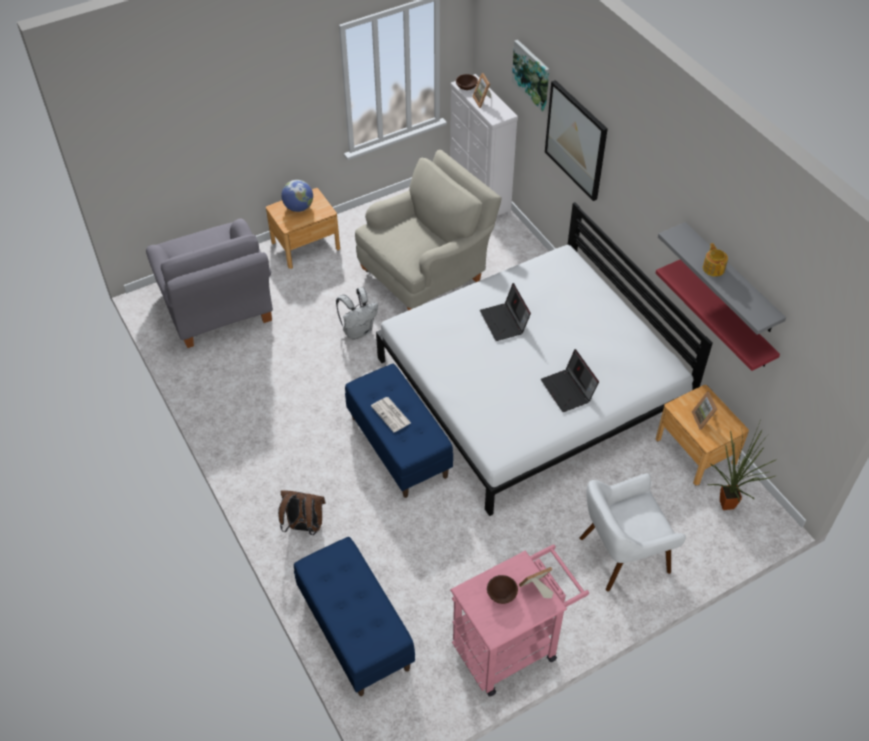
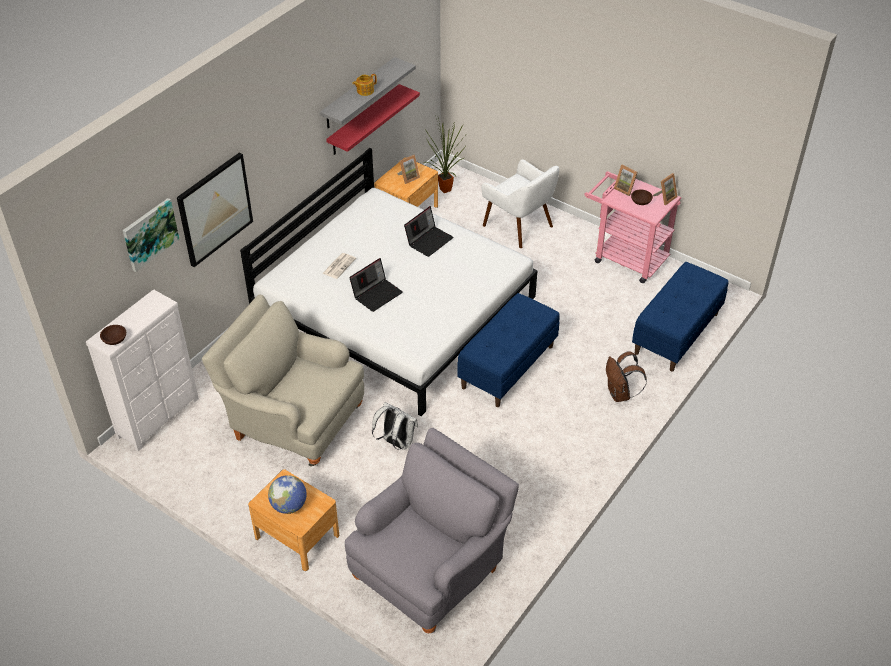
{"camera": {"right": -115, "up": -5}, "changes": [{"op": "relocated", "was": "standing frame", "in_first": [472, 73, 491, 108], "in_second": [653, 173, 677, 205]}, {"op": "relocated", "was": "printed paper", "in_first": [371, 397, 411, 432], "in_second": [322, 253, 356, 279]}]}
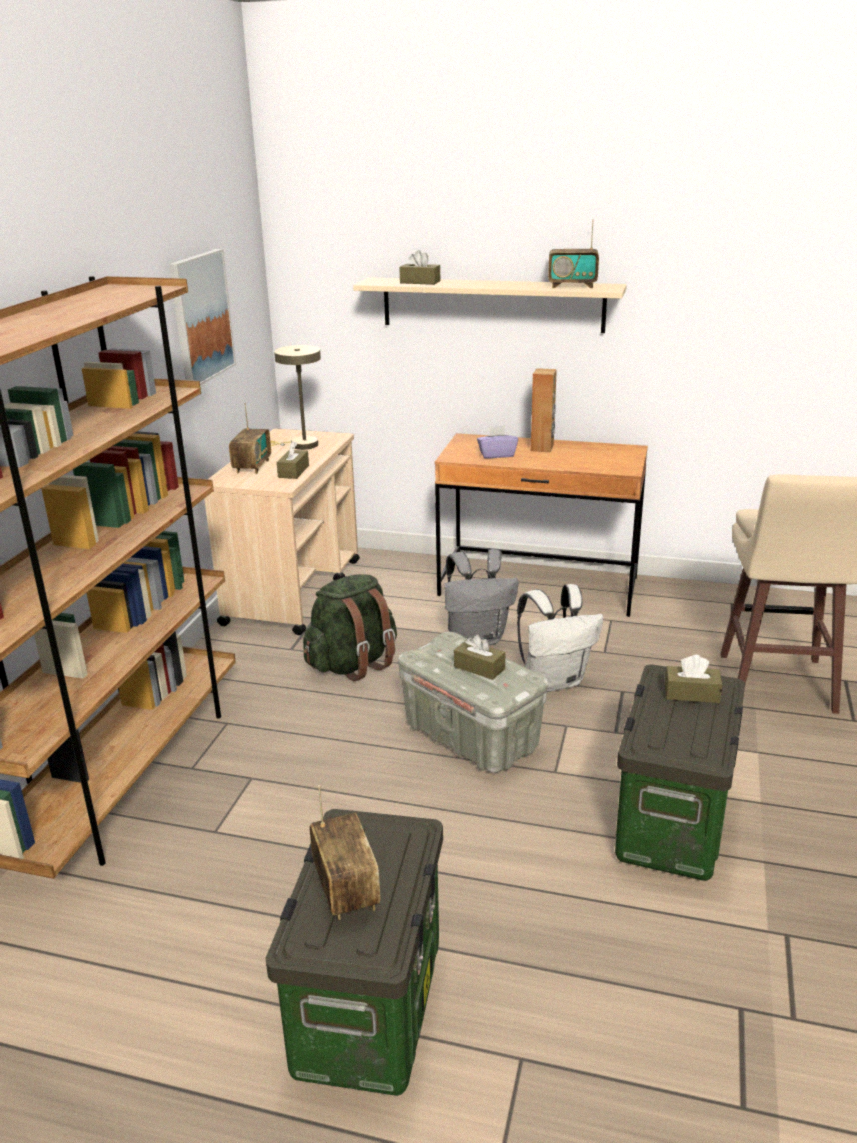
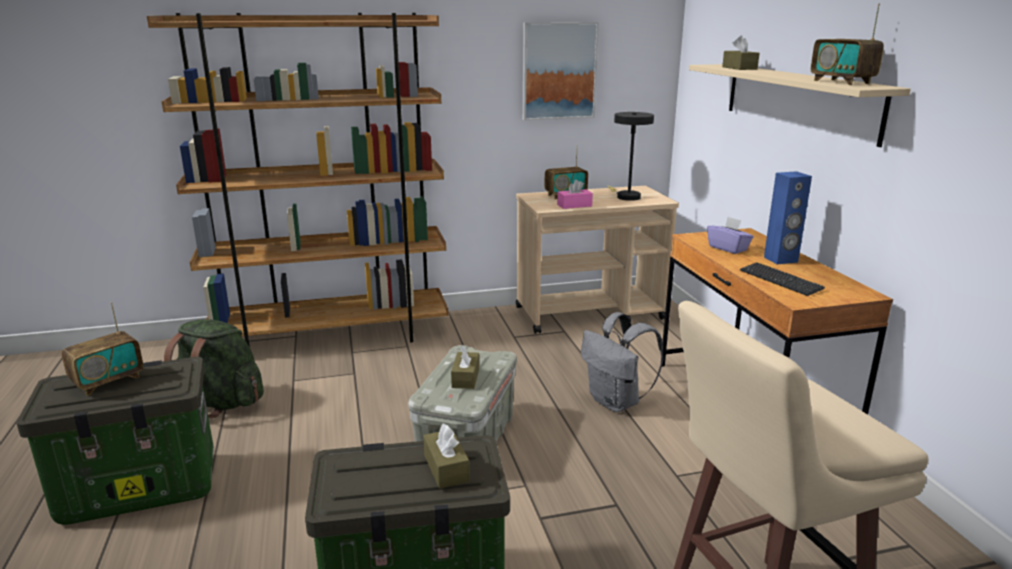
{"camera": {"right": 60, "up": -5}, "changes": [{"op": "colour", "was": "beige-coloured lamp for a table", "now": "blackish lamp for a table", "in_first": [270, 345, 321, 450], "in_second": [608, 112, 654, 201]}, {"op": "colour", "was": "brown speaker", "now": "bluish speaker", "in_first": [531, 368, 557, 452], "in_second": [764, 171, 812, 264]}, {"op": "colour", "was": "brown tissue box", "now": "pinkish tissue box", "in_first": [277, 441, 309, 479], "in_second": [557, 179, 593, 209]}, {"op": "relocated", "was": "green backpack", "in_first": [303, 574, 397, 681], "in_second": [164, 319, 264, 419]}, {"op": "missing", "was": "white backpack", "in_first": [517, 584, 603, 692]}, {"op": "appeared", "now": "PC keyboard", "in_second": [740, 262, 825, 296]}]}
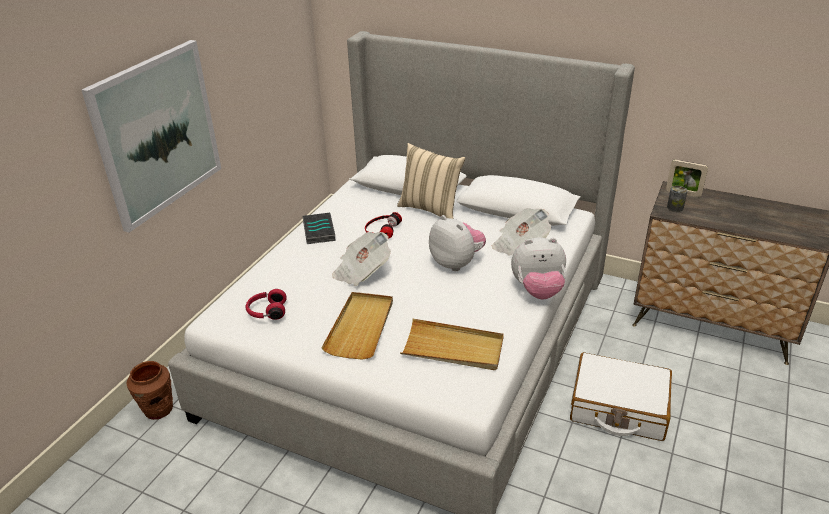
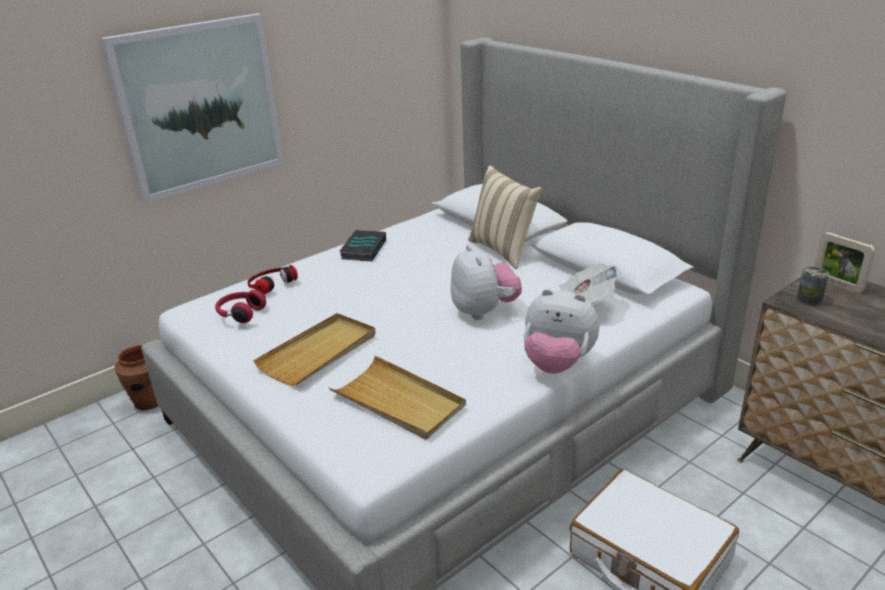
{"camera": {"right": 25, "up": -5}, "changes": [{"op": "relocated", "was": "headset", "in_first": [365, 212, 402, 239], "in_second": [248, 265, 298, 295]}, {"op": "missing", "was": "printed paper", "in_first": [332, 232, 391, 286]}]}
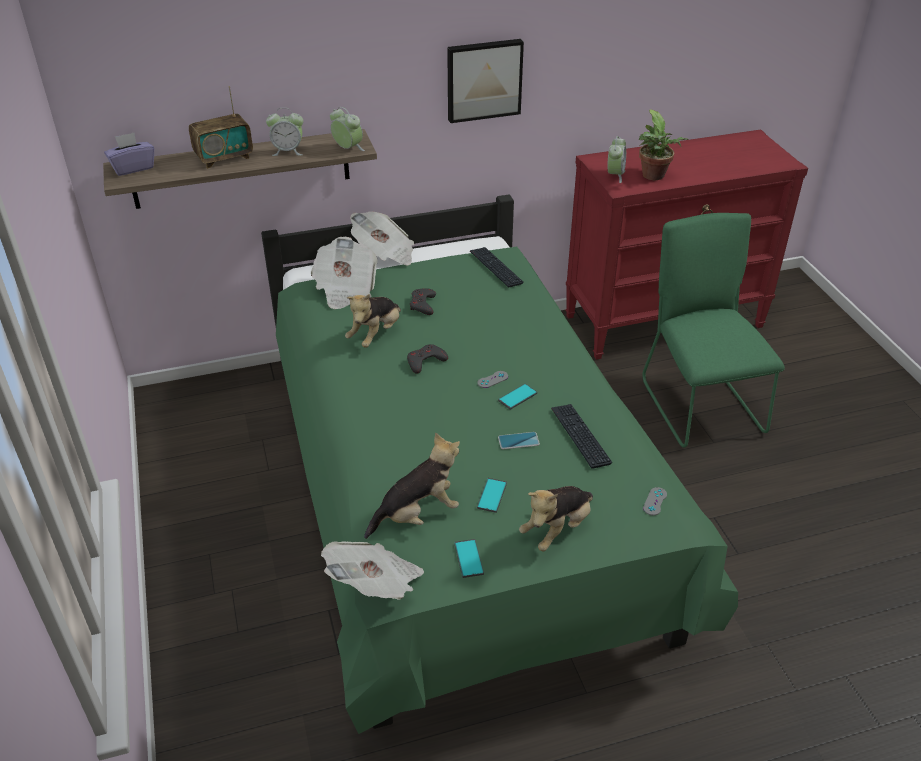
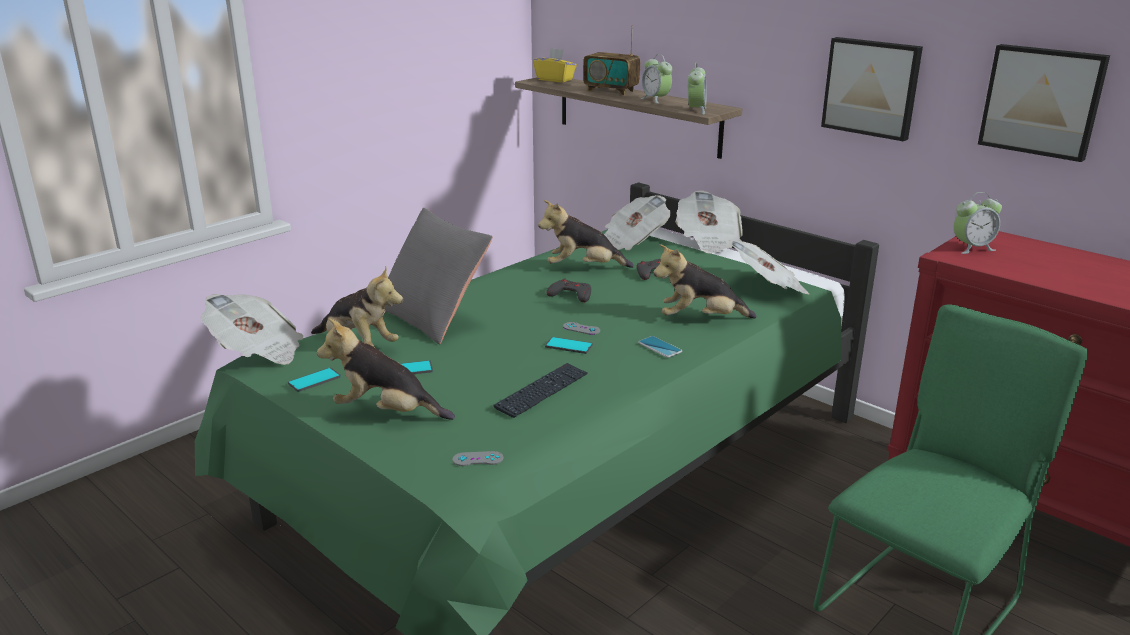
{"camera": {"right": 60, "up": -15}, "changes": [{"op": "missing", "was": "potted plant", "in_first": [638, 109, 688, 180]}, {"op": "colour", "was": "purplish tissue box", "now": "yellow-coloured tissue box", "in_first": [104, 133, 154, 176], "in_second": [533, 48, 577, 82]}, {"op": "exchanged", "was": "PC keyboard", "now": "printed paper", "in_first": [470, 247, 524, 287], "in_second": [729, 240, 809, 294]}, {"op": "relocated", "was": "telephone", "in_first": [498, 432, 540, 449], "in_second": [638, 336, 682, 358]}, {"op": "appeared", "now": "picture", "in_second": [978, 44, 1110, 162]}, {"op": "appeared", "now": "gray cushion", "in_second": [385, 208, 493, 344]}, {"op": "appeared", "now": "soft toy", "in_second": [653, 244, 757, 319]}]}
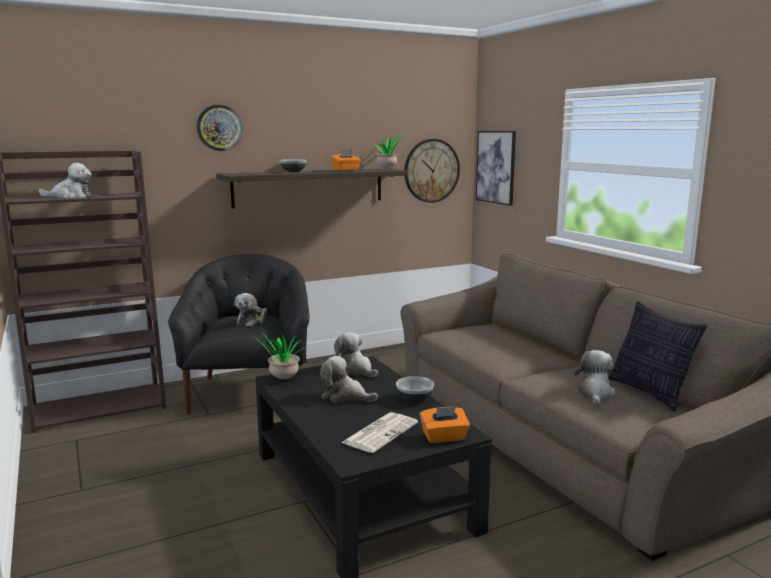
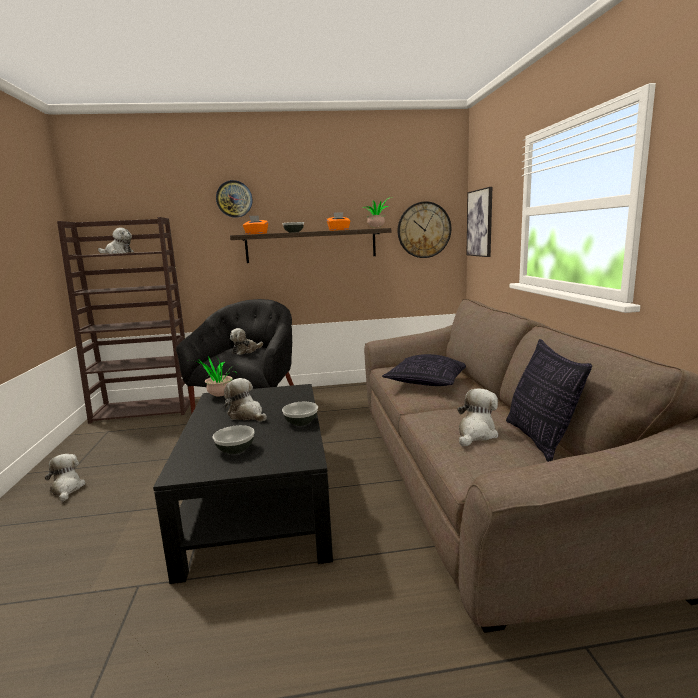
{"camera": {"right": 20, "up": 0}, "changes": [{"op": "relocated", "was": "soft toy", "in_first": [334, 332, 378, 377], "in_second": [45, 454, 86, 502]}, {"op": "relocated", "was": "orange tissue box", "in_first": [420, 407, 470, 443], "in_second": [243, 215, 268, 234]}, {"op": "exchanged", "was": "printed paper", "now": "deep dish", "in_first": [341, 412, 418, 453], "in_second": [213, 425, 255, 454]}, {"op": "appeared", "now": "cushion", "in_second": [382, 354, 466, 386]}]}
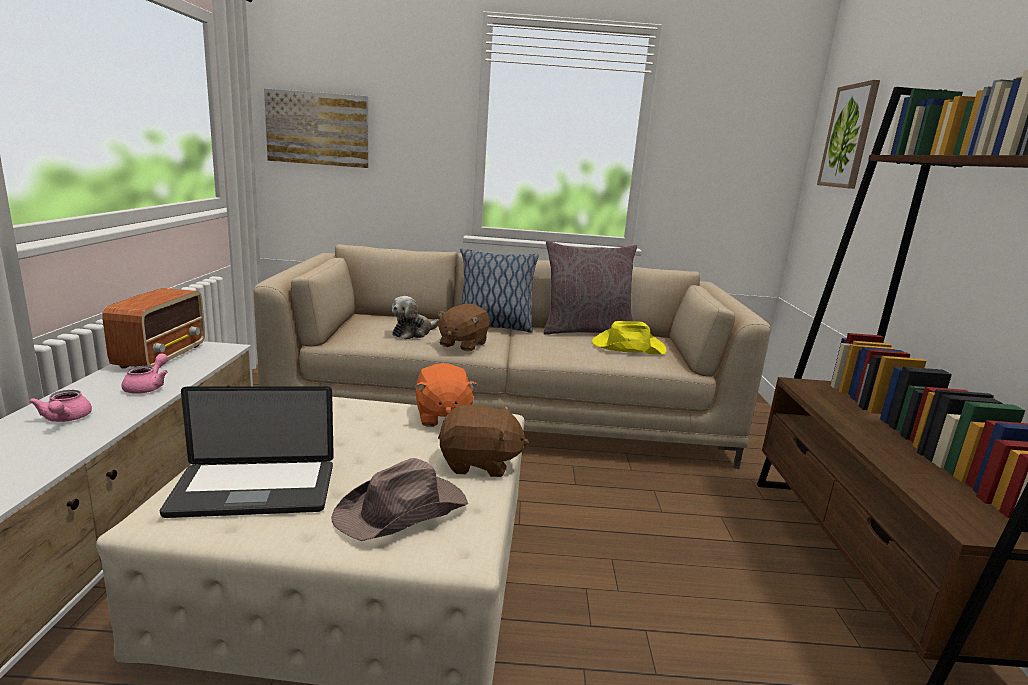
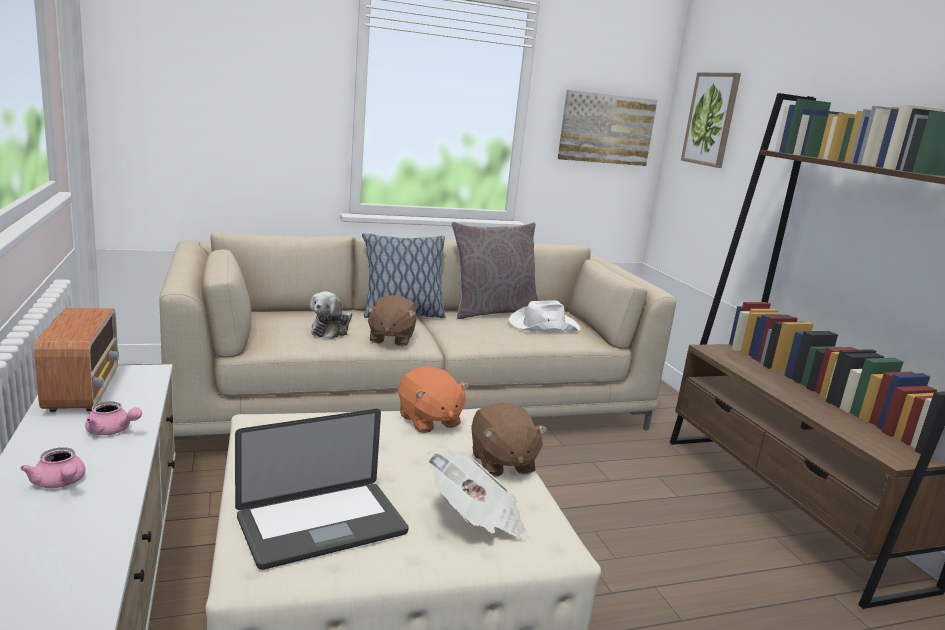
{"camera": {"right": -20, "up": 0}, "changes": [{"op": "relocated", "was": "picture", "in_first": [264, 88, 368, 168], "in_second": [558, 90, 657, 166]}, {"op": "colour", "was": "yellow-coloured hat", "now": "white hat", "in_first": [592, 321, 666, 354], "in_second": [508, 300, 580, 332]}, {"op": "spun", "was": "pinkish pot for tea", "in_first": [122, 353, 168, 394], "in_second": [85, 401, 142, 435], "clockwise": 120}, {"op": "spun", "was": "brown soft toy", "in_first": [438, 405, 529, 477], "in_second": [471, 402, 548, 477], "clockwise": 90}, {"op": "exchanged", "was": "brown hat", "now": "printed paper", "in_first": [331, 458, 468, 541], "in_second": [427, 450, 529, 539]}]}
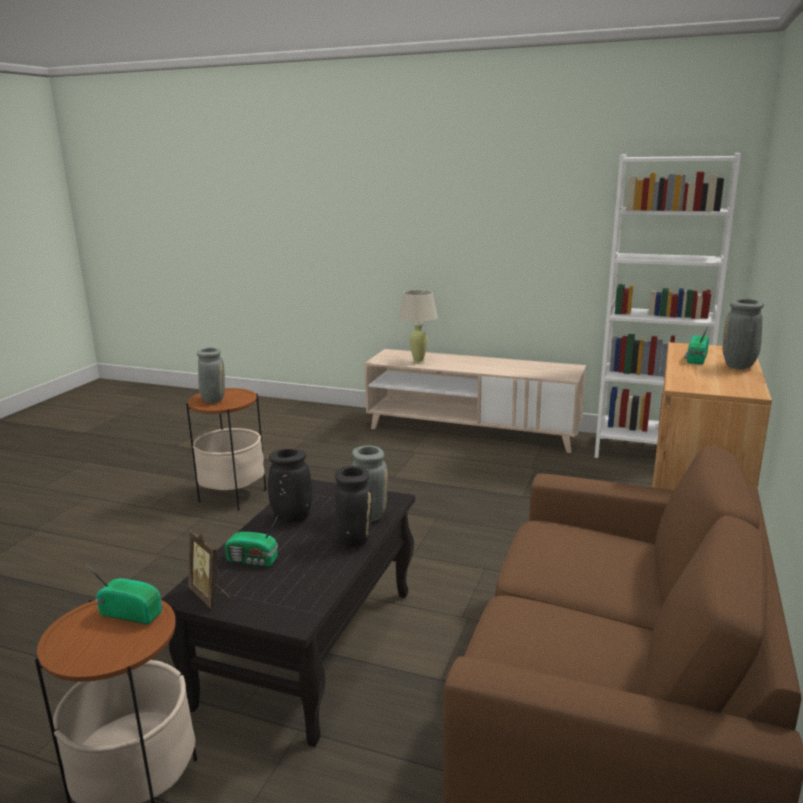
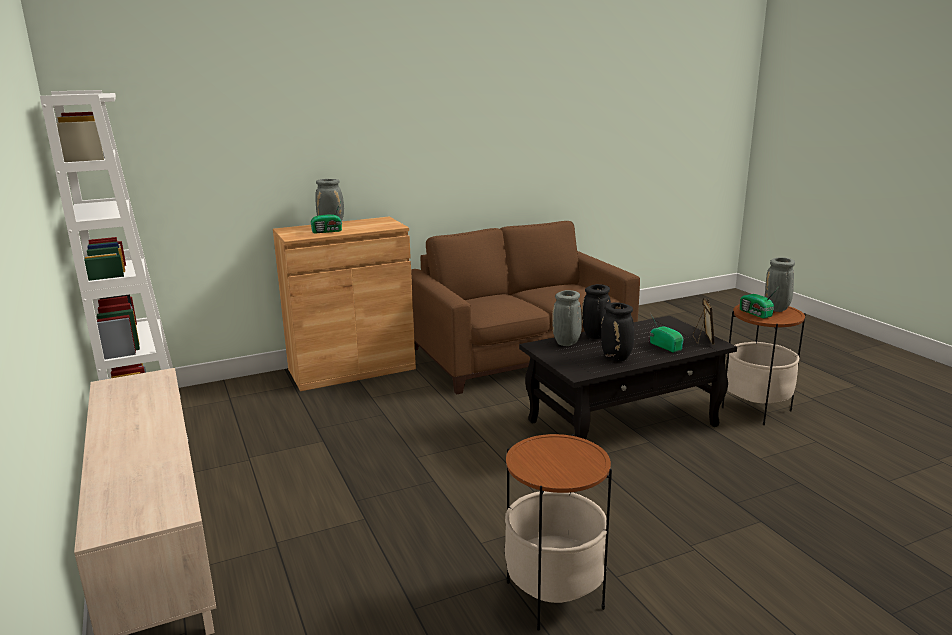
{"camera": {"right": -135, "up": 0}, "changes": [{"op": "missing", "was": "beige-coloured lamp for a table", "in_first": [398, 290, 438, 364]}, {"op": "relocated", "was": "gray decorative vase", "in_first": [197, 348, 225, 404], "in_second": [765, 257, 795, 312]}]}
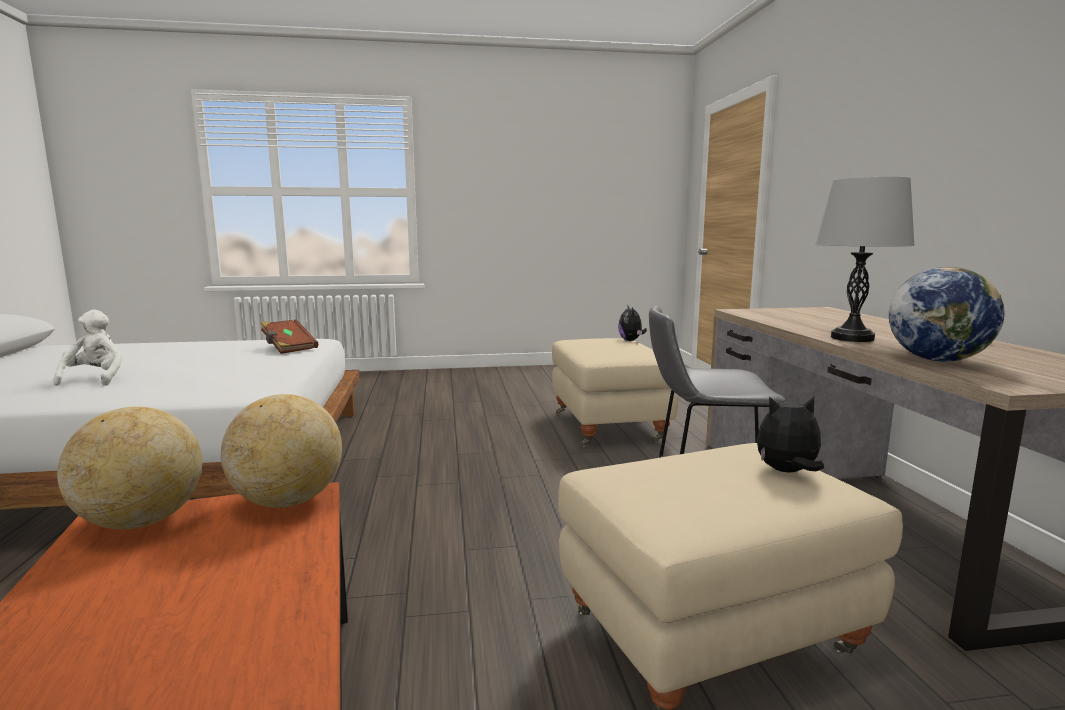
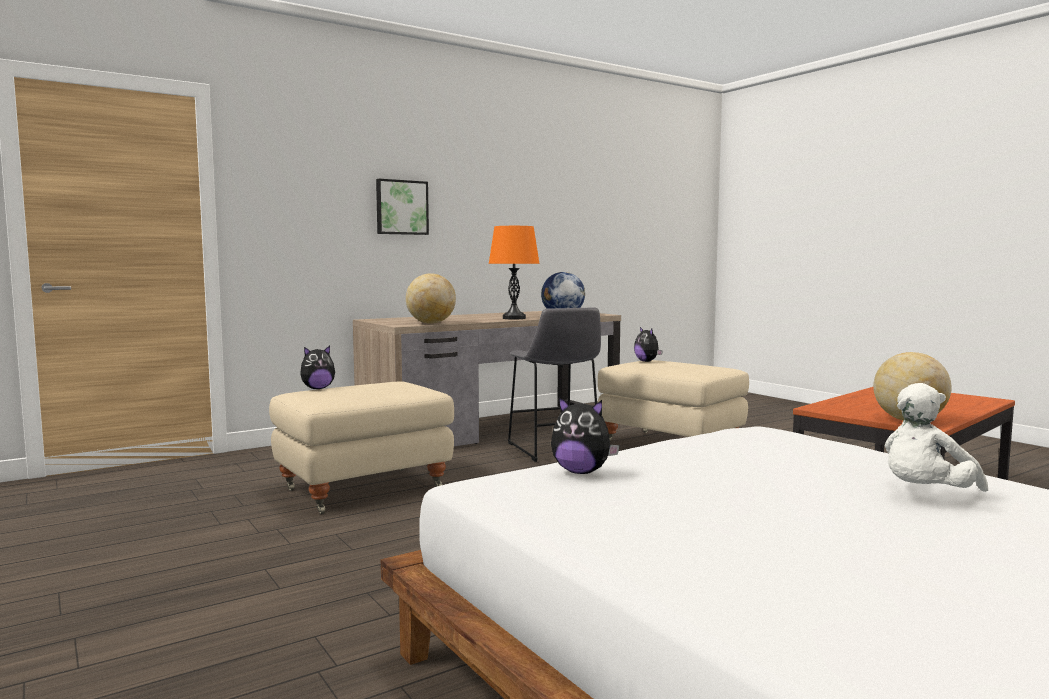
{"camera": {"right": -115, "up": -5}, "changes": [{"op": "colour", "was": "gray lamp for a table", "now": "orange lamp for a table", "in_first": [814, 177, 915, 342], "in_second": [489, 226, 540, 319]}, {"op": "exchanged", "was": "brown bound book", "now": "soft toy", "in_first": [261, 320, 318, 354], "in_second": [551, 397, 620, 474]}, {"op": "relocated", "was": "desk globe", "in_first": [221, 394, 342, 508], "in_second": [406, 273, 456, 324]}, {"op": "appeared", "now": "picture", "in_second": [376, 179, 429, 235]}]}
